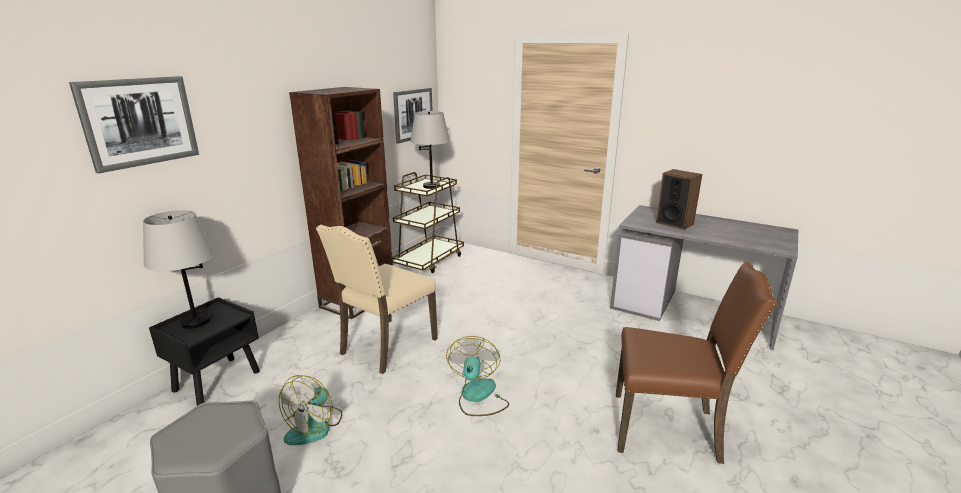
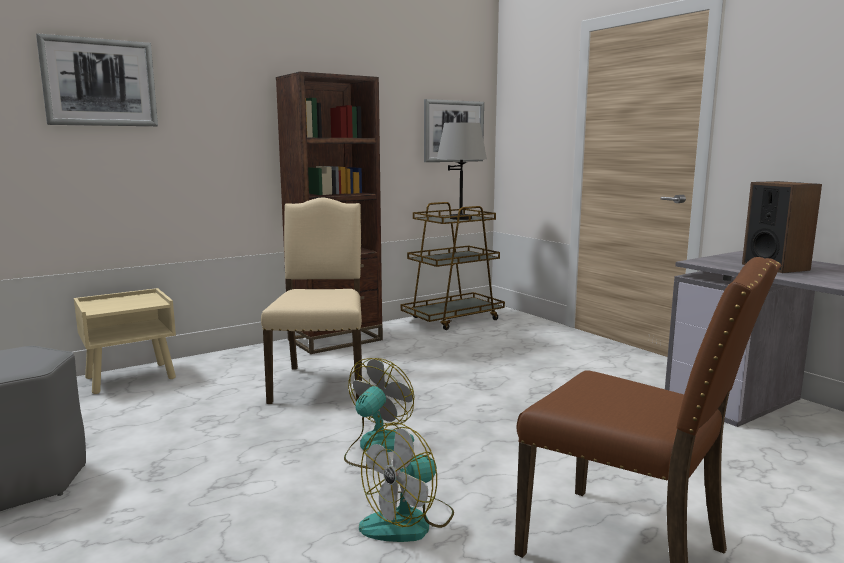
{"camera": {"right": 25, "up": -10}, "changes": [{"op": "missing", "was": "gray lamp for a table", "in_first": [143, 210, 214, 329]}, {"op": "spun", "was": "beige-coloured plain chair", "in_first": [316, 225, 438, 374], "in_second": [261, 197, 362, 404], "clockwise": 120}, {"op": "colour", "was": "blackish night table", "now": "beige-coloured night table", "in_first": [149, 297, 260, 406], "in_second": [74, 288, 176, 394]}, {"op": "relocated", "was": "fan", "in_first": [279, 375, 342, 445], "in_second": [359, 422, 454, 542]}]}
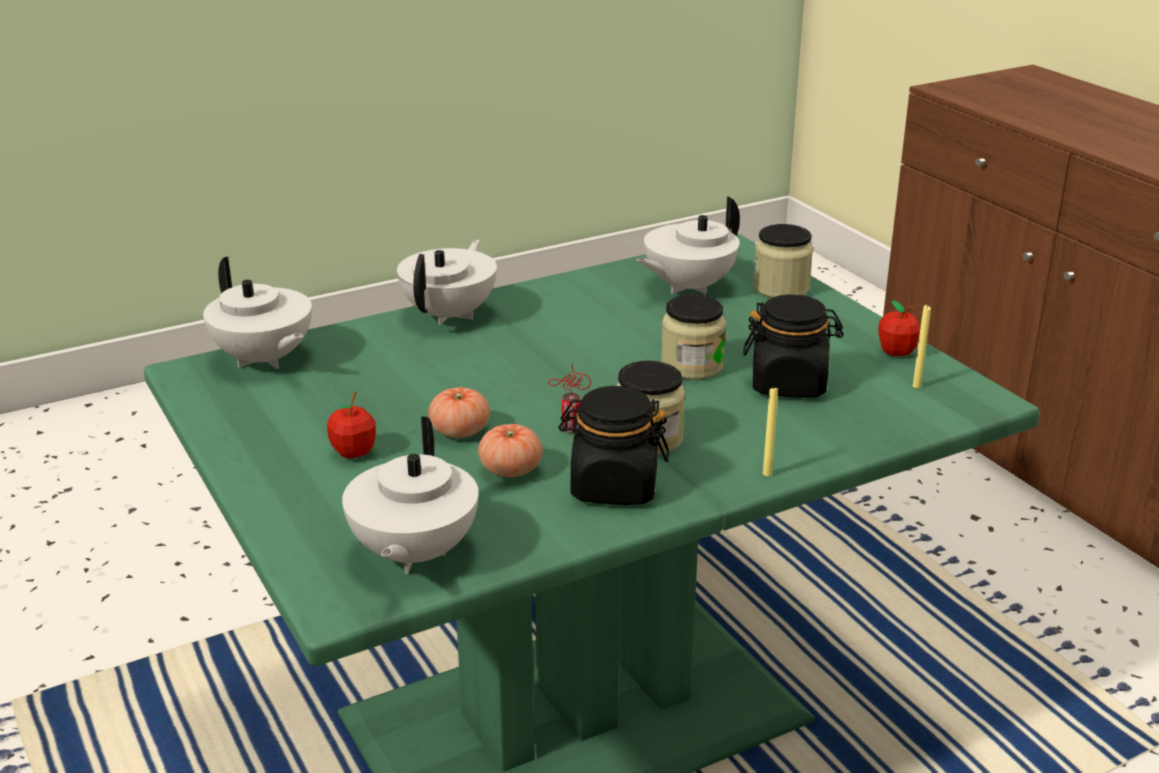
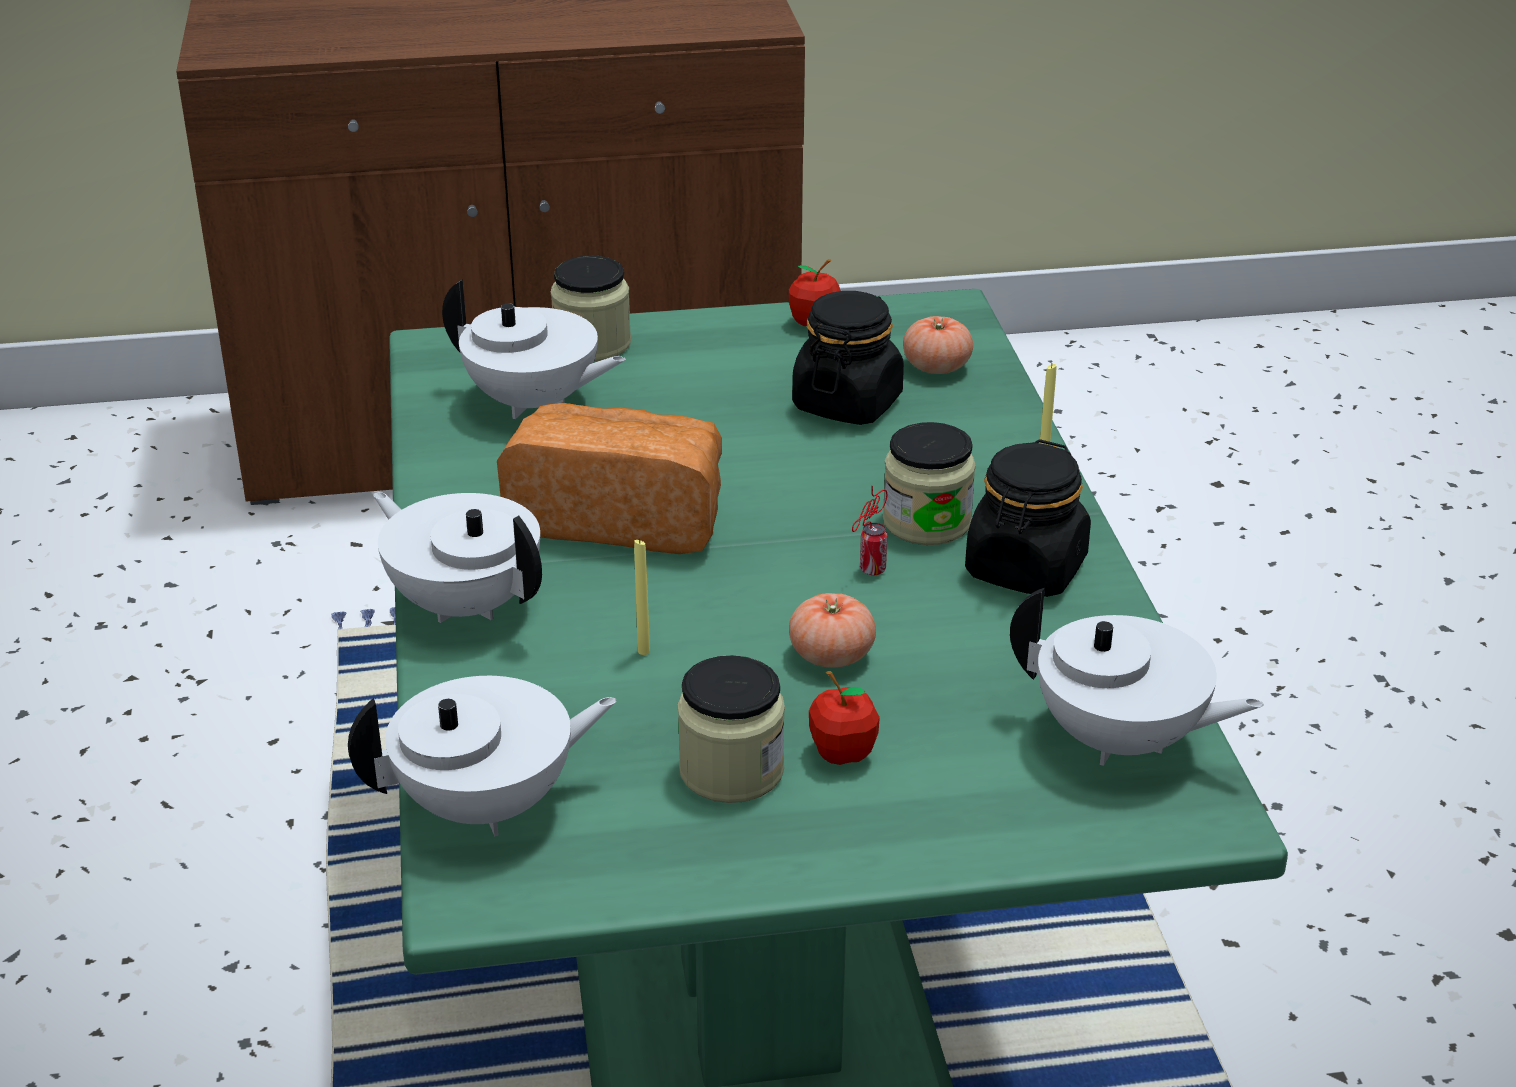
{"camera": {"right": -70, "up": 5}, "changes": [{"op": "spun", "was": "white pot for tea", "in_first": [636, 196, 740, 294], "in_second": [442, 279, 626, 419], "clockwise": -45}, {"op": "relocated", "was": "storage jar", "in_first": [661, 294, 726, 380], "in_second": [677, 655, 785, 803]}, {"op": "relocated", "was": "yellow-coloured wax light", "in_first": [913, 305, 931, 388], "in_second": [634, 538, 650, 655]}, {"op": "relocated", "was": "whole tomato", "in_first": [478, 424, 543, 477], "in_second": [903, 316, 973, 374]}, {"op": "appeared", "now": "bakery bread", "in_second": [497, 403, 722, 554]}]}
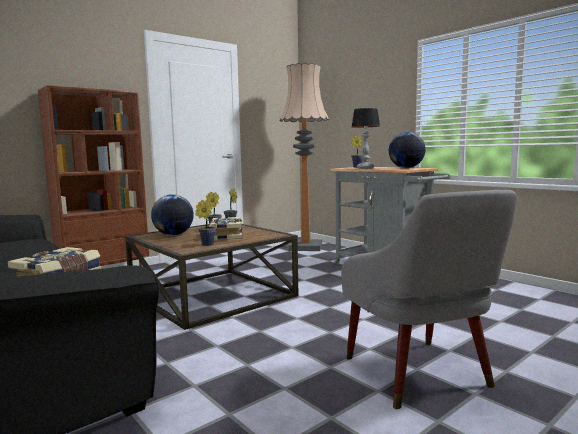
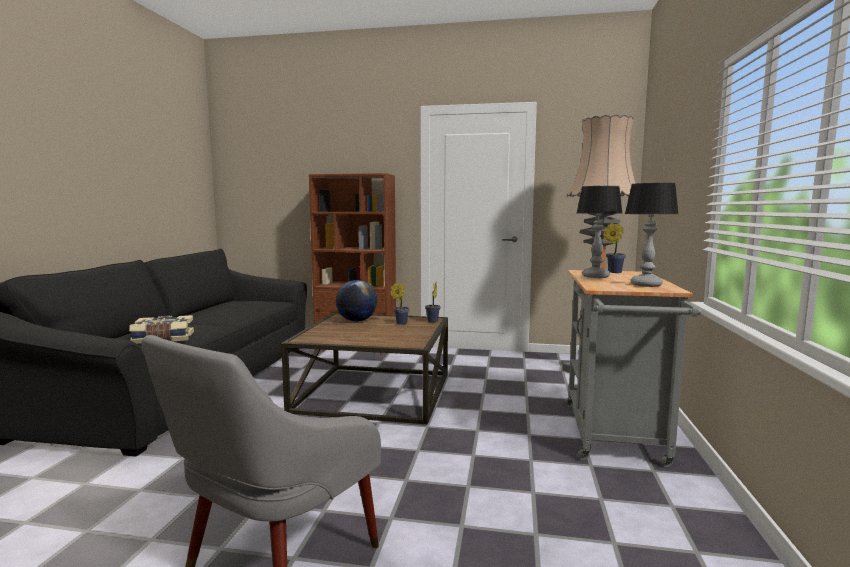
{"camera": {"right": 50, "up": 0}, "changes": [{"op": "exchanged", "was": "desk globe", "now": "lamp for a table", "in_first": [389, 132, 426, 168], "in_second": [625, 183, 678, 287]}, {"op": "missing", "was": "potted plant", "in_first": [195, 200, 216, 246]}, {"op": "missing", "was": "bound book", "in_first": [208, 217, 242, 240]}]}
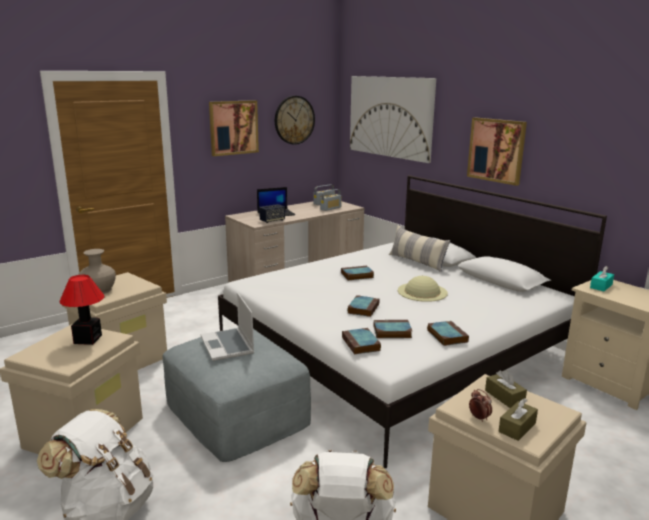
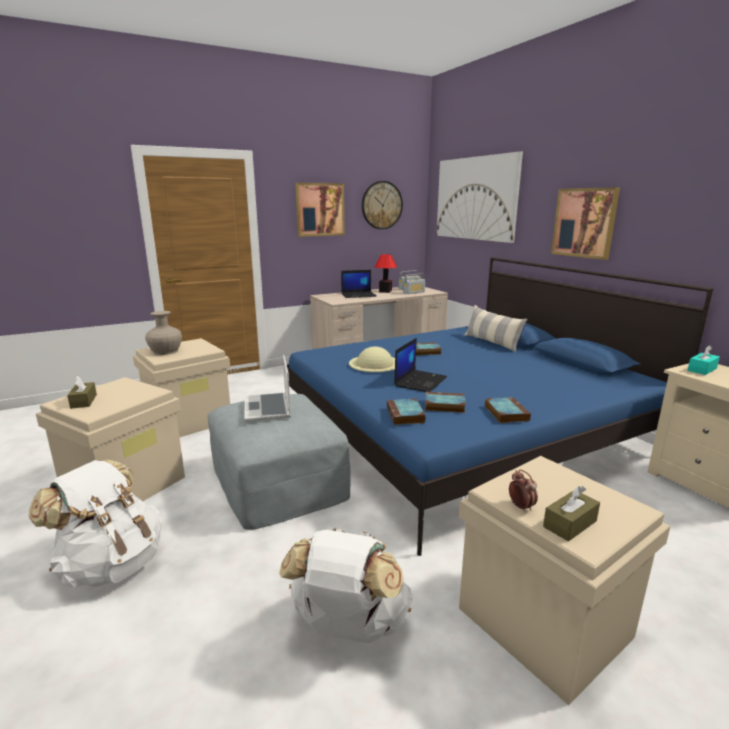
{"camera": {"right": 10, "up": 0}, "changes": [{"op": "colour", "was": "white bedroom bed", "now": "bluish bedroom bed", "in_first": [218, 175, 607, 468], "in_second": [287, 257, 714, 556]}, {"op": "missing", "was": "speaker", "in_first": [259, 204, 285, 223]}, {"op": "relocated", "was": "lamp for a table", "in_first": [60, 275, 105, 345], "in_second": [375, 254, 397, 293]}, {"op": "relocated", "was": "beige-coloured hat", "in_first": [398, 276, 448, 302], "in_second": [349, 347, 395, 372]}, {"op": "exchanged", "was": "bound book", "now": "portable computer", "in_first": [347, 295, 380, 317], "in_second": [394, 338, 447, 392]}, {"op": "relocated", "was": "brown tissue box", "in_first": [485, 370, 527, 408], "in_second": [67, 376, 97, 409]}]}
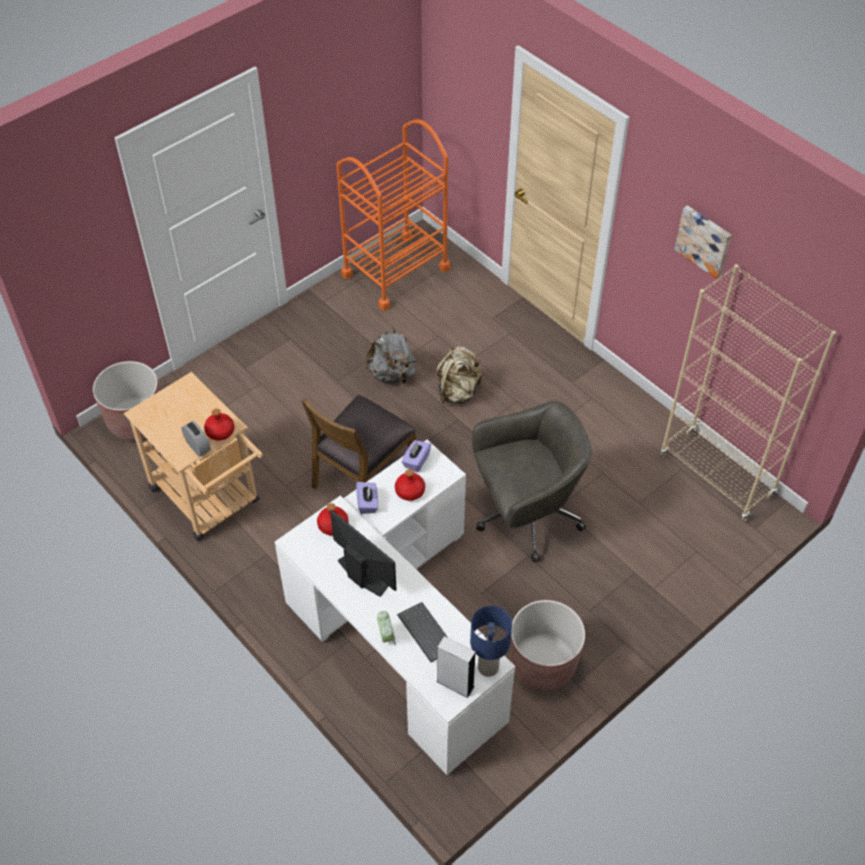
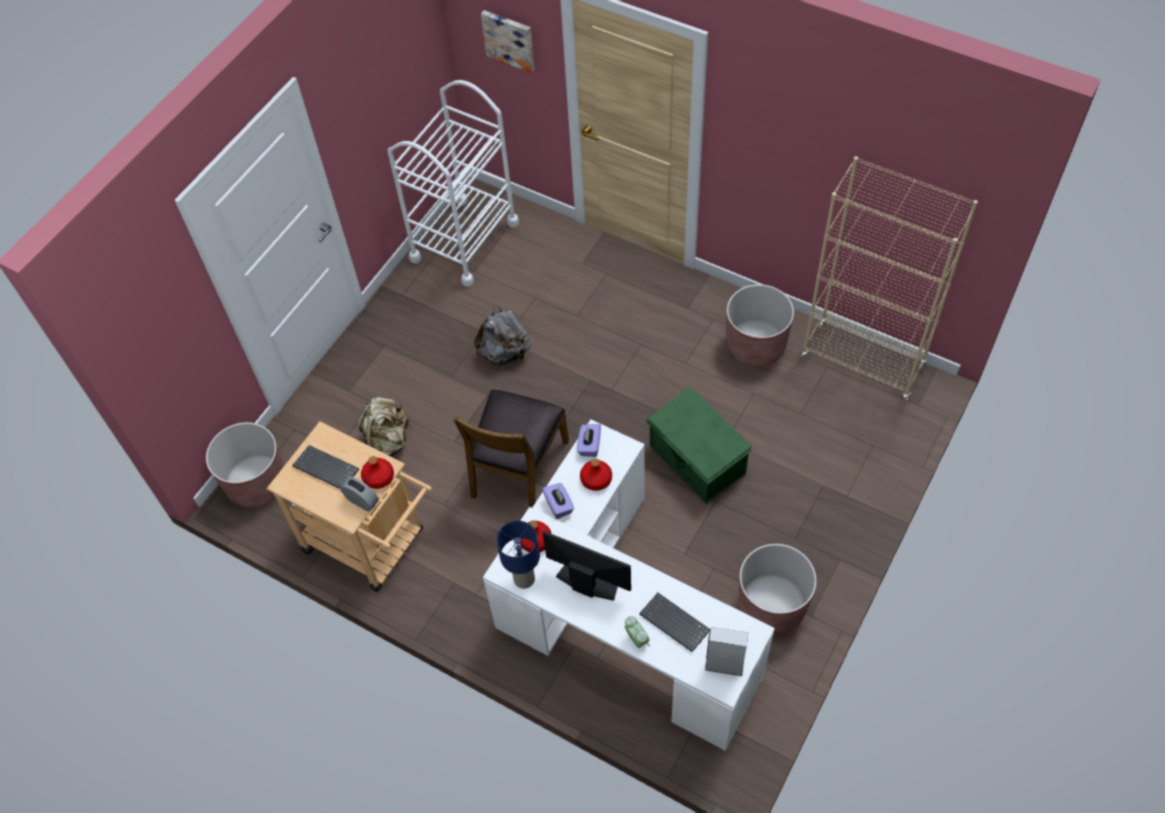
{"camera": {"right": -15, "up": 5}, "changes": [{"op": "colour", "was": "orange trolley", "now": "white trolley", "in_first": [336, 119, 450, 311], "in_second": [387, 80, 519, 287]}, {"op": "relocated", "was": "picture", "in_first": [674, 205, 731, 279], "in_second": [481, 10, 535, 73]}, {"op": "relocated", "was": "beige-coloured backpack", "in_first": [437, 346, 483, 406], "in_second": [357, 397, 411, 456]}, {"op": "exchanged", "was": "gray office chair", "now": "green storage box", "in_first": [472, 400, 591, 562], "in_second": [645, 387, 752, 503]}, {"op": "relocated", "was": "bluish lamp for a table", "in_first": [470, 606, 512, 677], "in_second": [496, 521, 540, 589]}, {"op": "appeared", "now": "brown planter", "in_second": [726, 284, 794, 367]}, {"op": "appeared", "now": "PC keyboard", "in_second": [292, 445, 359, 489]}]}
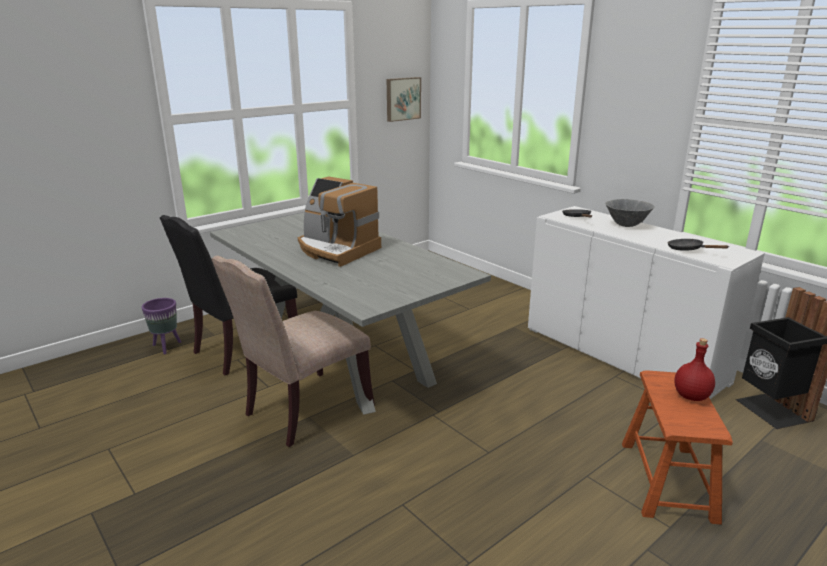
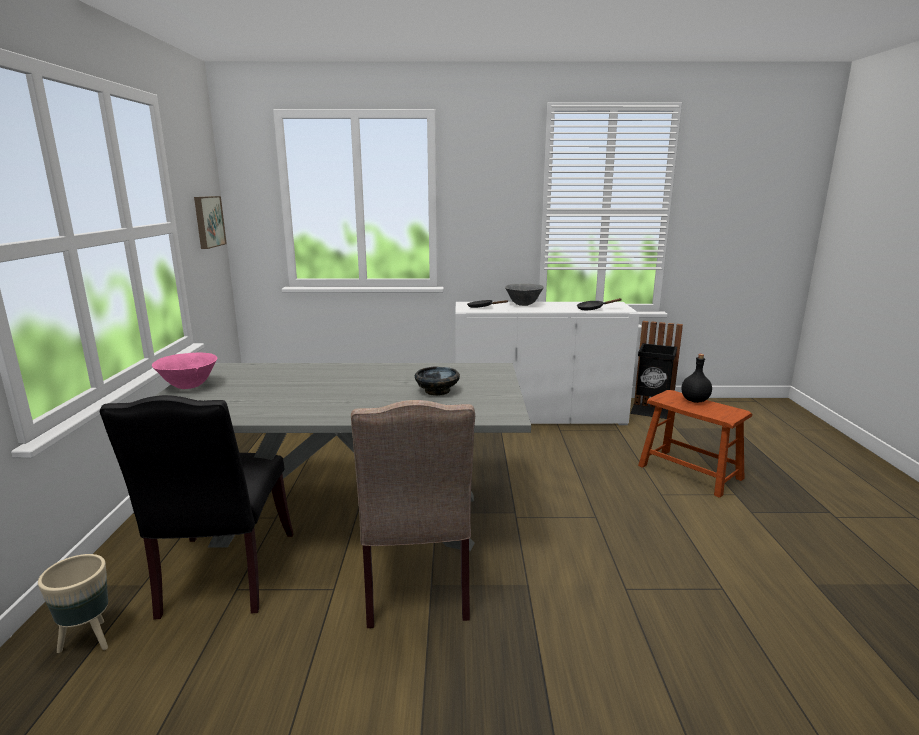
{"camera": {"right": -50, "up": -5}, "changes": [{"op": "missing", "was": "coffee brewer", "in_first": [298, 176, 381, 267]}, {"op": "colour", "was": "purplish planter", "now": "beige-coloured planter", "in_first": [142, 298, 181, 354], "in_second": [38, 554, 108, 653]}, {"op": "colour", "was": "reddish drink bottle", "now": "blackish drink bottle", "in_first": [675, 338, 715, 401], "in_second": [681, 354, 712, 403]}, {"op": "appeared", "now": "pinkish deep dish", "in_second": [152, 353, 218, 389]}, {"op": "appeared", "now": "blackish deep dish", "in_second": [415, 366, 460, 396]}]}
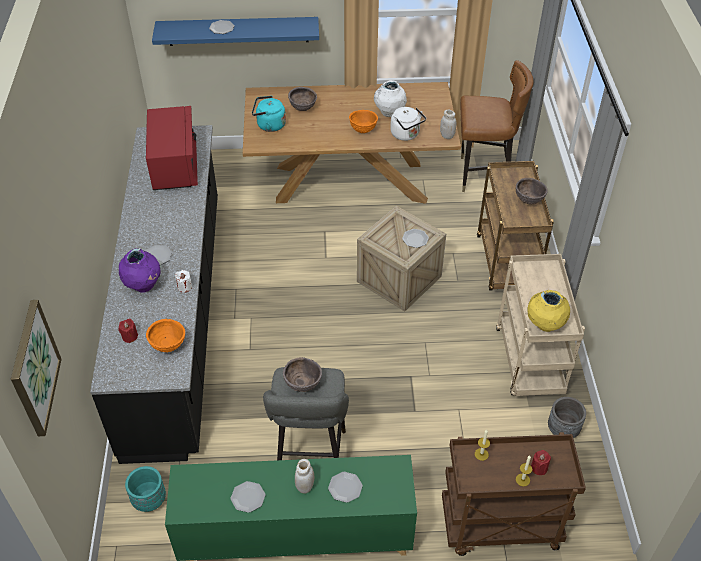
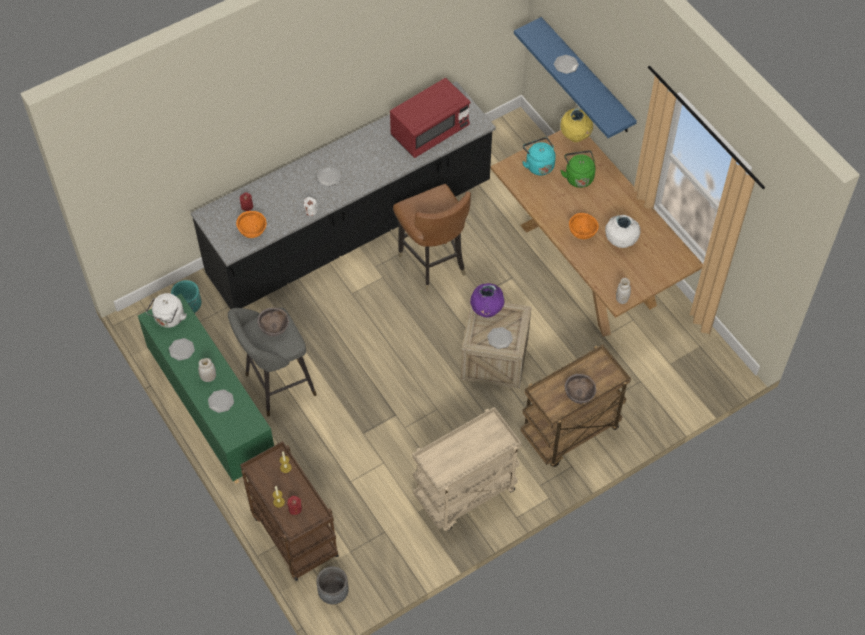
{"camera": {"right": 60, "up": 10}, "changes": [{"op": "relocated", "was": "brown plain chair", "in_first": [460, 60, 534, 192], "in_second": [393, 184, 471, 291]}, {"op": "exchanged", "was": "brown deep dish", "now": "green water kettle", "in_first": [288, 87, 317, 111], "in_second": [561, 150, 596, 188]}, {"op": "relocated", "was": "white water kettle", "in_first": [390, 107, 426, 141], "in_second": [146, 293, 186, 328]}, {"op": "relocated", "was": "purplish decorative vase", "in_first": [119, 248, 161, 293], "in_second": [470, 283, 505, 317]}, {"op": "relocated", "was": "yellow-coloured decorative vase", "in_first": [528, 290, 570, 332], "in_second": [560, 108, 593, 142]}, {"op": "missing", "was": "picture", "in_first": [11, 300, 62, 436]}, {"op": "relocated", "was": "gray planter", "in_first": [548, 397, 586, 438], "in_second": [316, 566, 349, 604]}]}
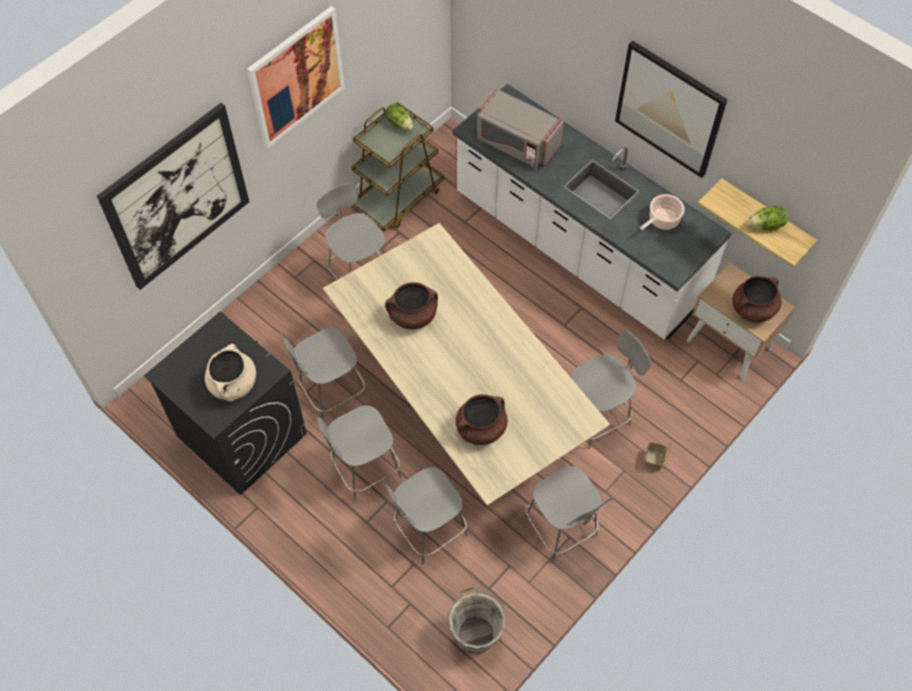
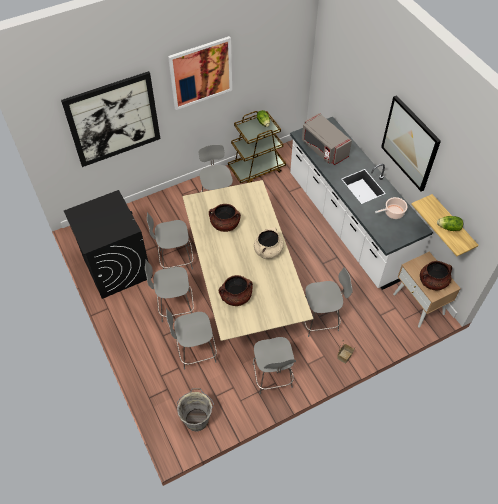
{"camera": {"right": 20, "up": -5}, "changes": [{"op": "relocated", "was": "beige-coloured stockpot", "in_first": [205, 344, 256, 401], "in_second": [254, 227, 284, 259]}]}
